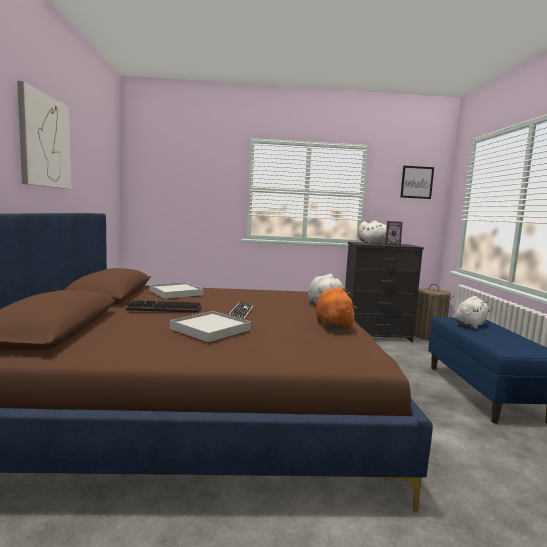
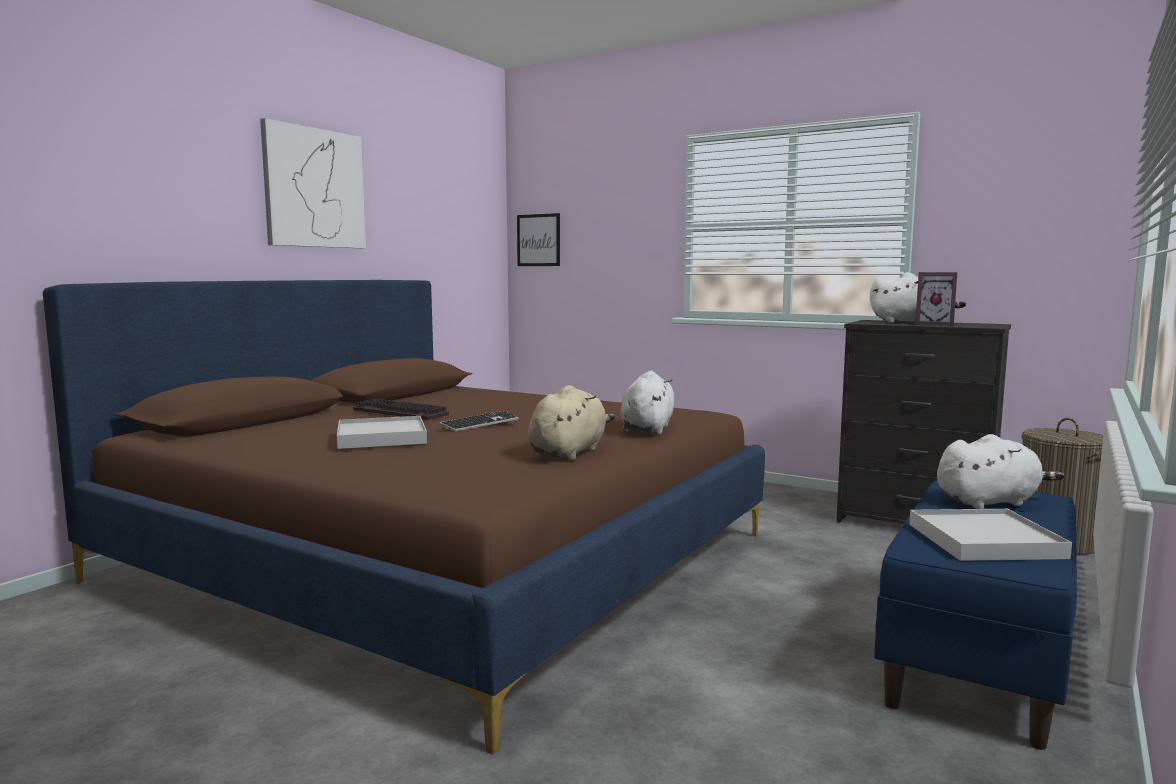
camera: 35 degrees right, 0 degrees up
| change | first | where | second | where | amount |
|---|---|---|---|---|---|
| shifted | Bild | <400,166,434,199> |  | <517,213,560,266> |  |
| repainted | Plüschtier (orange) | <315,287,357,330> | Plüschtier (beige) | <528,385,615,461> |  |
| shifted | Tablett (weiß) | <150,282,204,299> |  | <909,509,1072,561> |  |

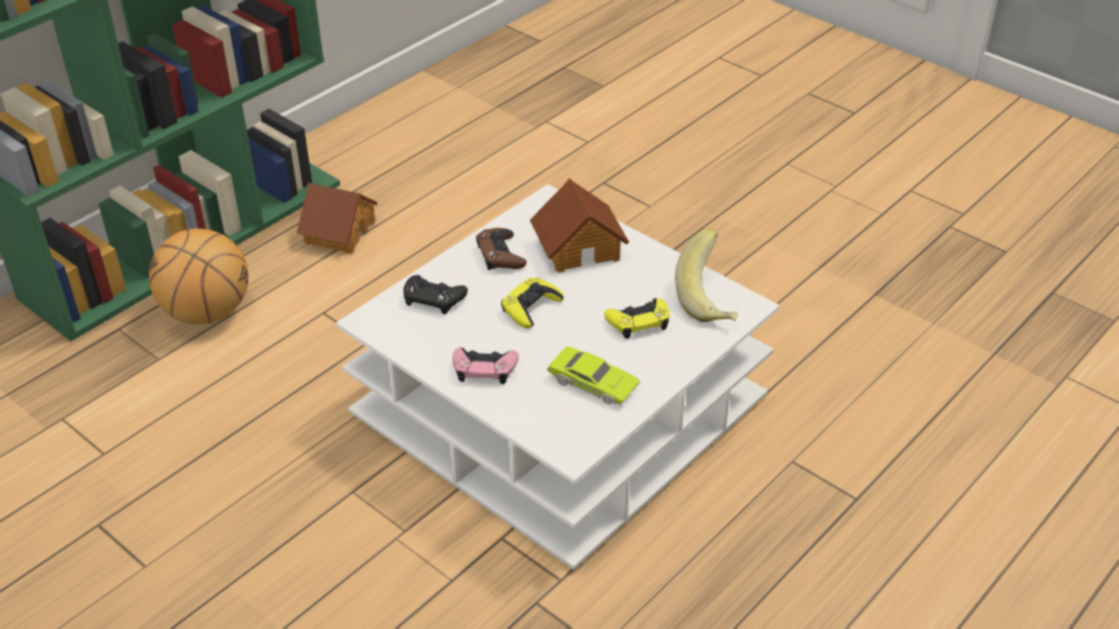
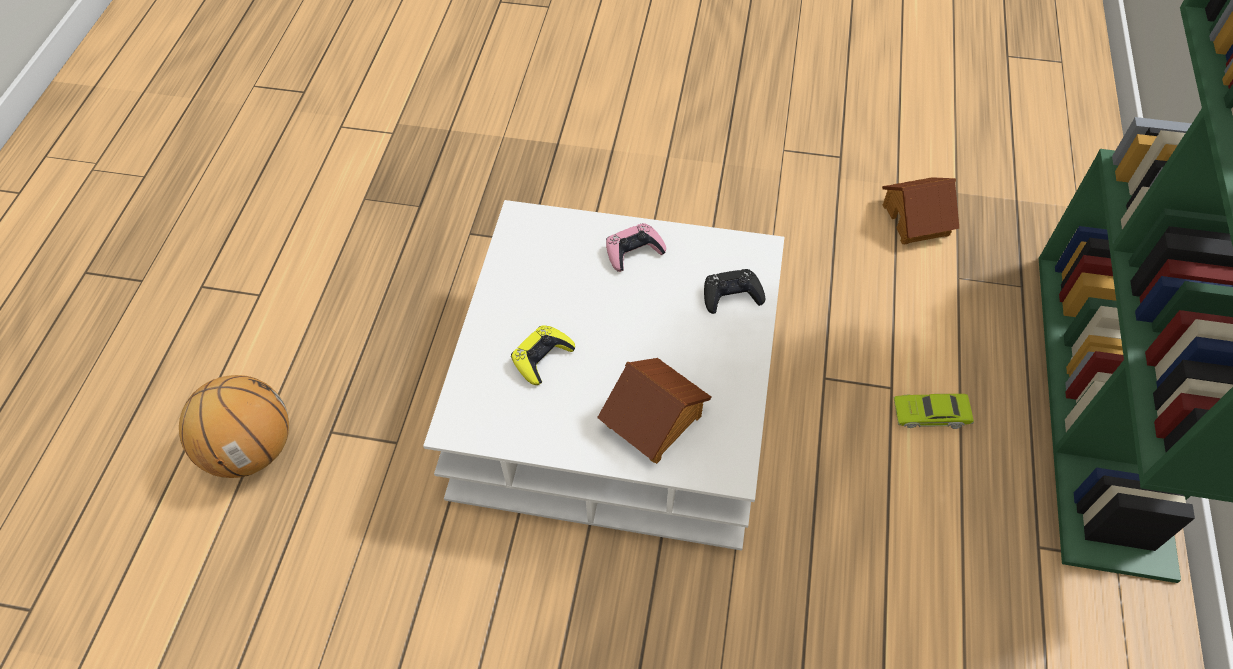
camera: 150 degrees right, 15 degrees up
| change | first | where | second | where | amount |
|---|---|---|---|---|---|
| shifted | Basketball | <149,229,248,325> |  | <179,375,289,478> |  |
| shifted | Spielzeughaus | <297,183,378,254> |  | <882,177,959,244> |  |
| shifted | Spielzeugauto (grün) | <547,346,640,405> |  | <893,394,974,429> |  |
| gone | Gamepad (braun) | <476,228,527,270> |  |  |  |
| gone | Gamepad (gelb) | <501,278,564,329> |  |  |  |
| gone | Banane | <675,229,737,322> |  |  |  |

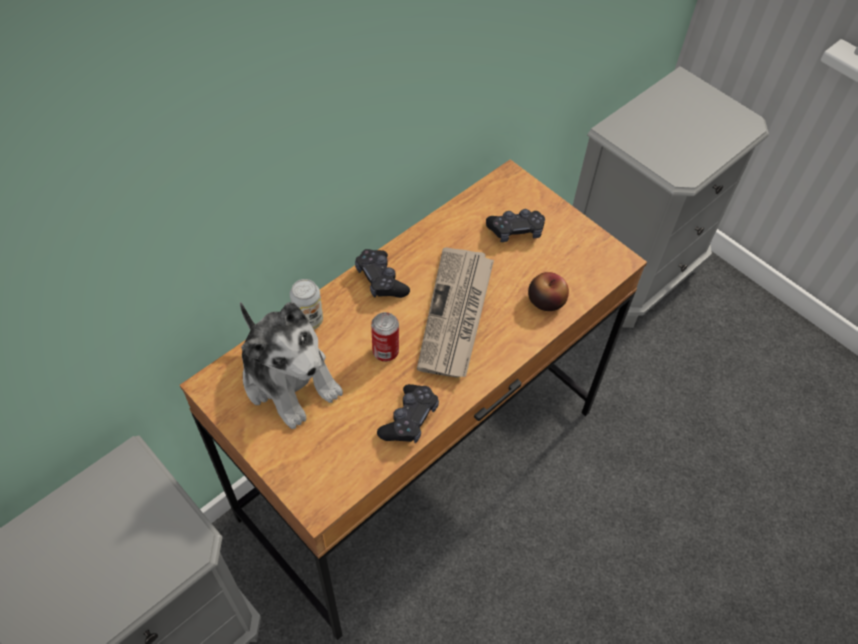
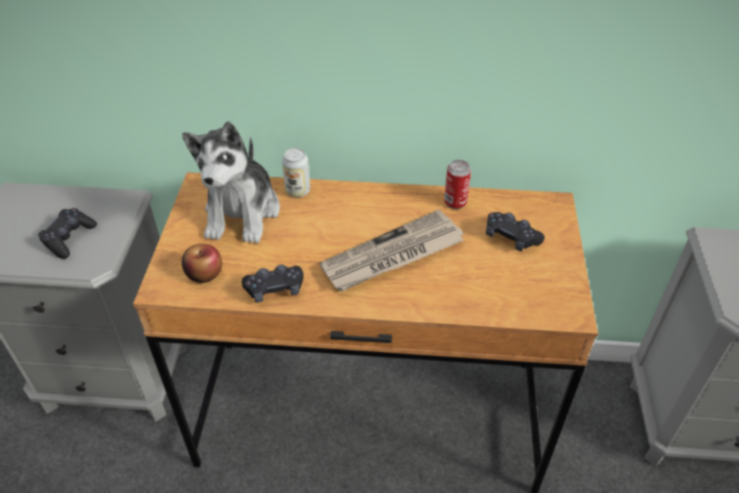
camera: 50 degrees right, 10 degrees down
| change | first | where | second | where | amount |
|---|---|---|---|---|---|
| shifted | Gamepad (schwarz) | <355,249,410,298> |  | <38,208,97,259> |  |
| shifted | Apfel | <528,272,569,311> |  | <182,244,222,283> |  |
| shifted | Dose | <371,312,399,362> |  | <444,160,471,209> |  |

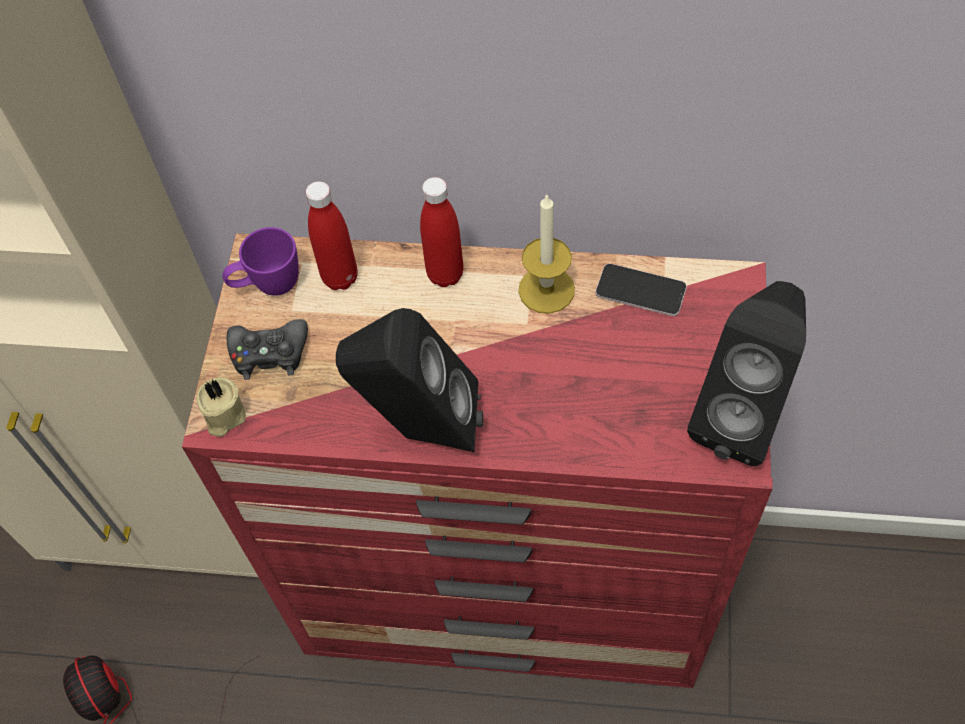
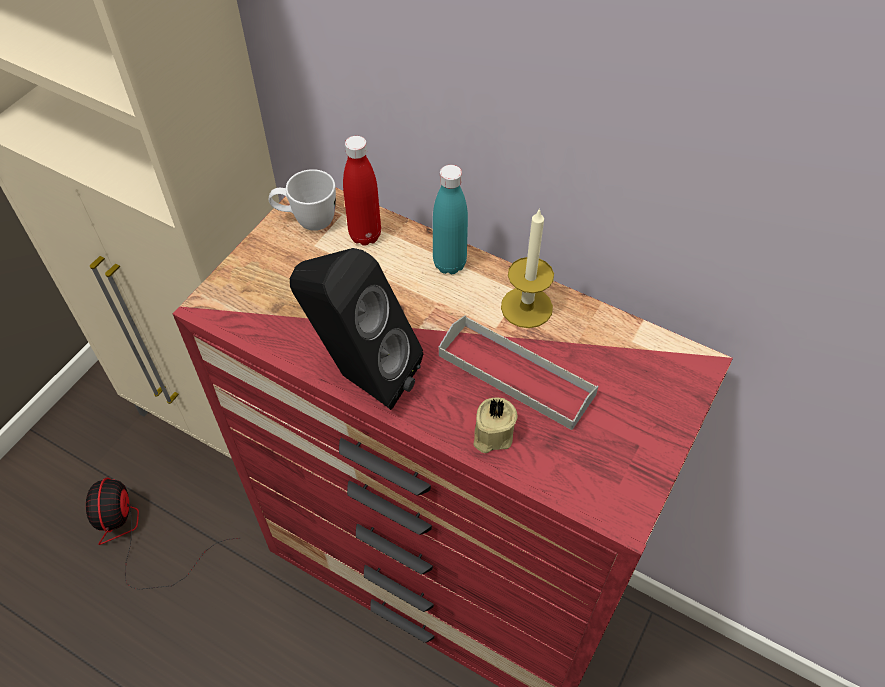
camera: 20 degrees right, 5 degrees down
| change | first | where | second | where | amount |
|---|---|---|---|---|---|
| repainted | Henkelbecher (lila) | <222,227,299,296> | Henkelbecher (weiß) | <269,169,336,231> |  |
| repainted | Flasche (rot) | <420,177,463,287> | Flasche (türkis) | <433,165,468,274> |  |
| new |  |  | Tablett (grau) | <439,315,598,430> |  |
| shifted | Kerze (beige) | <197,377,246,437> |  | <473,398,518,453> |  |
| gone | Gamepad (schwarz) | <227,319,308,380> |  |  |  |
| gone | Handy | <595,263,687,316> |  |  |  |
| gone | Lautsprecher (schwarz) | <687,281,806,466> |  |  |  |

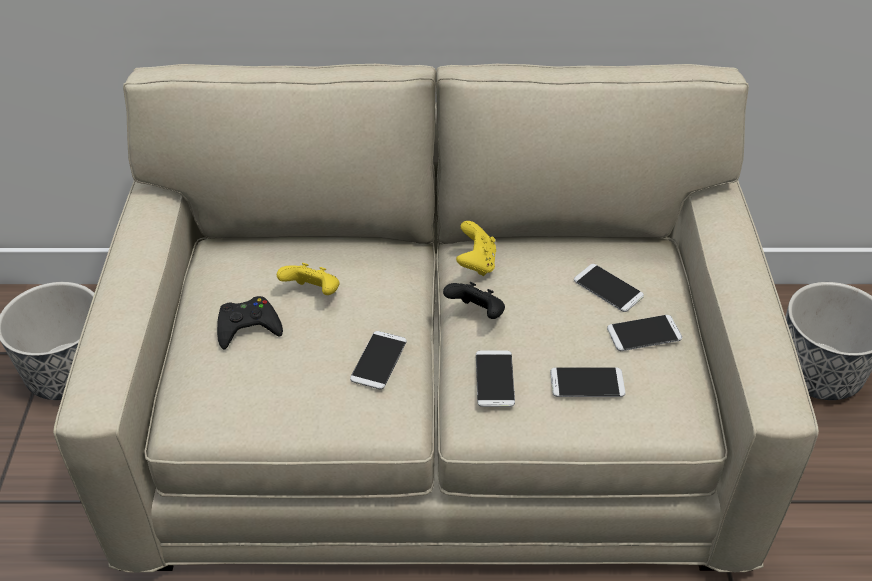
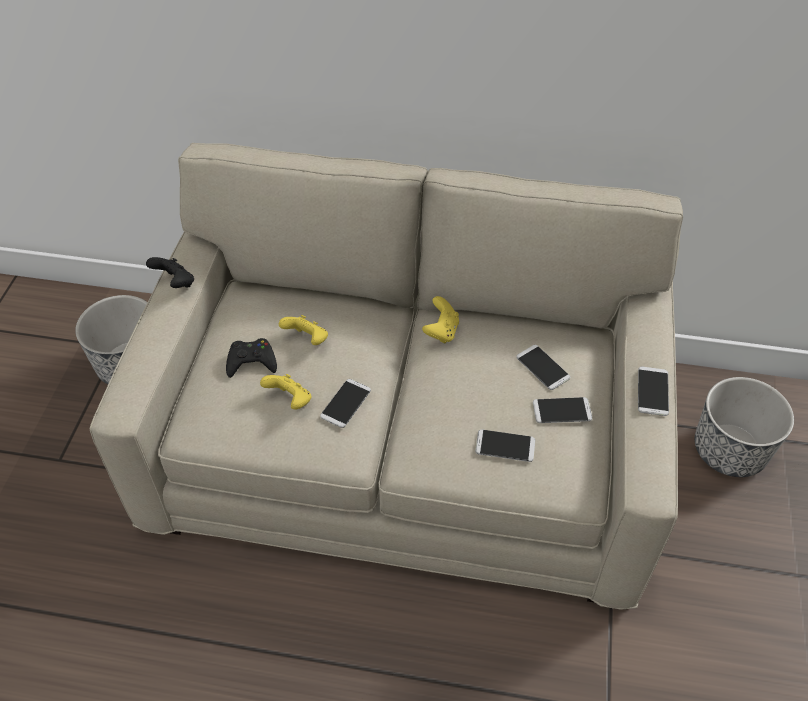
camera: 10 degrees right, 5 degrees up
| change | first | where | second | where | amount |
|---|---|---|---|---|---|
| shifted | Gamepad (schwarz) | <443,282,505,319> |  | <146,257,194,288> |  |
| new |  |  | Gamepad (gelb) | <260,374,311,410> |  |
| shifted | Handy | <476,350,515,407> |  | <638,366,669,416> |  |

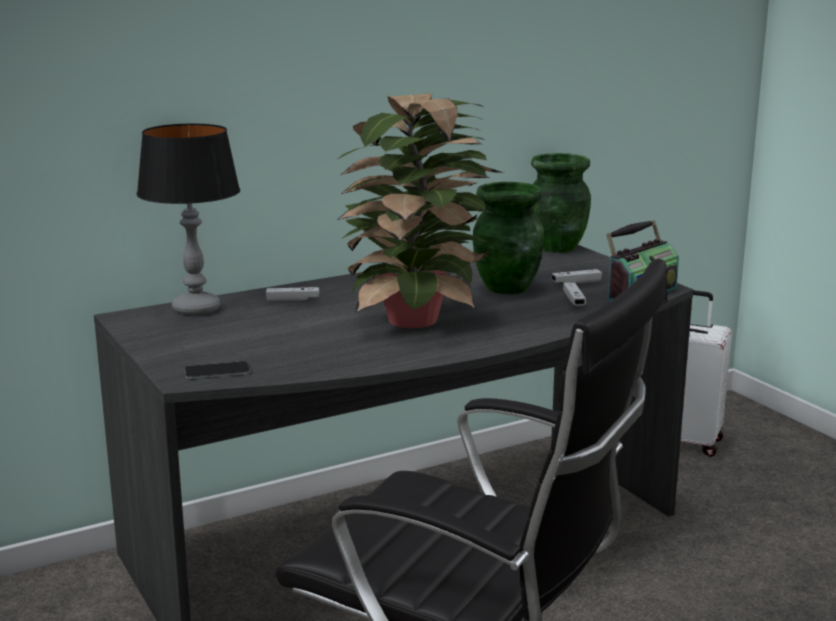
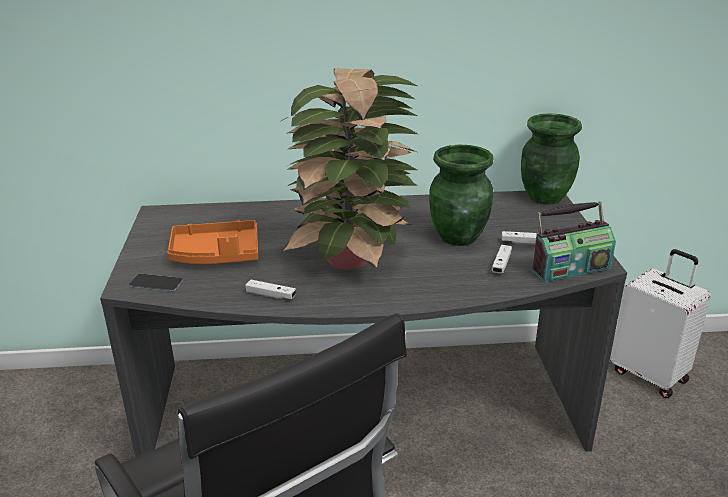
camera: 25 degrees right, 10 degrees up
| change | first | where | second | where | amount |
|---|---|---|---|---|---|
| new |  |  | Tablett (orange) | <167,220,258,264> |  |
| shifted | Gamepad (weiß) | <266,287,319,301> |  | <245,280,296,299> |  |
| gone | Tischlampe | <137,124,240,316> |  |  |  |

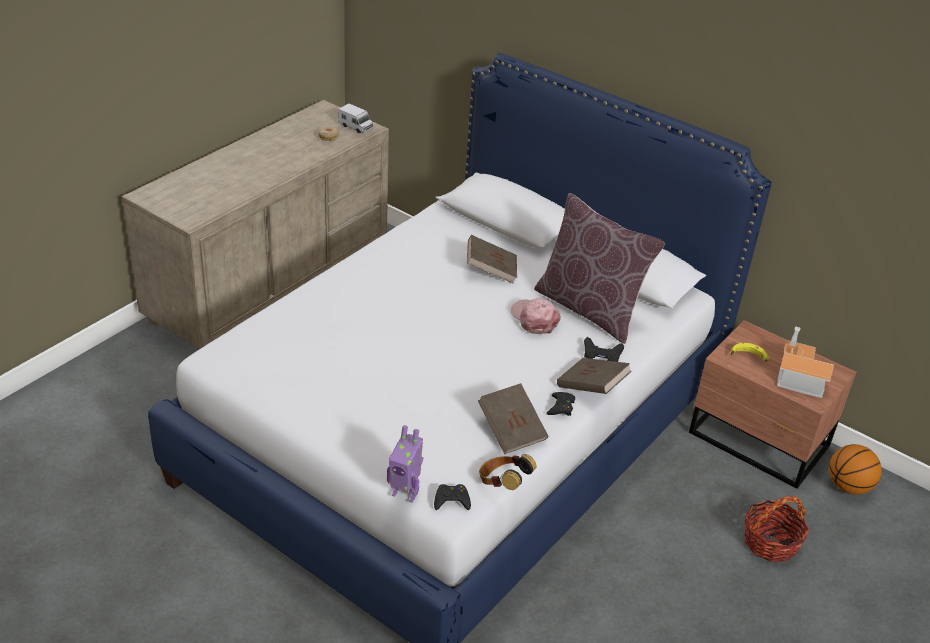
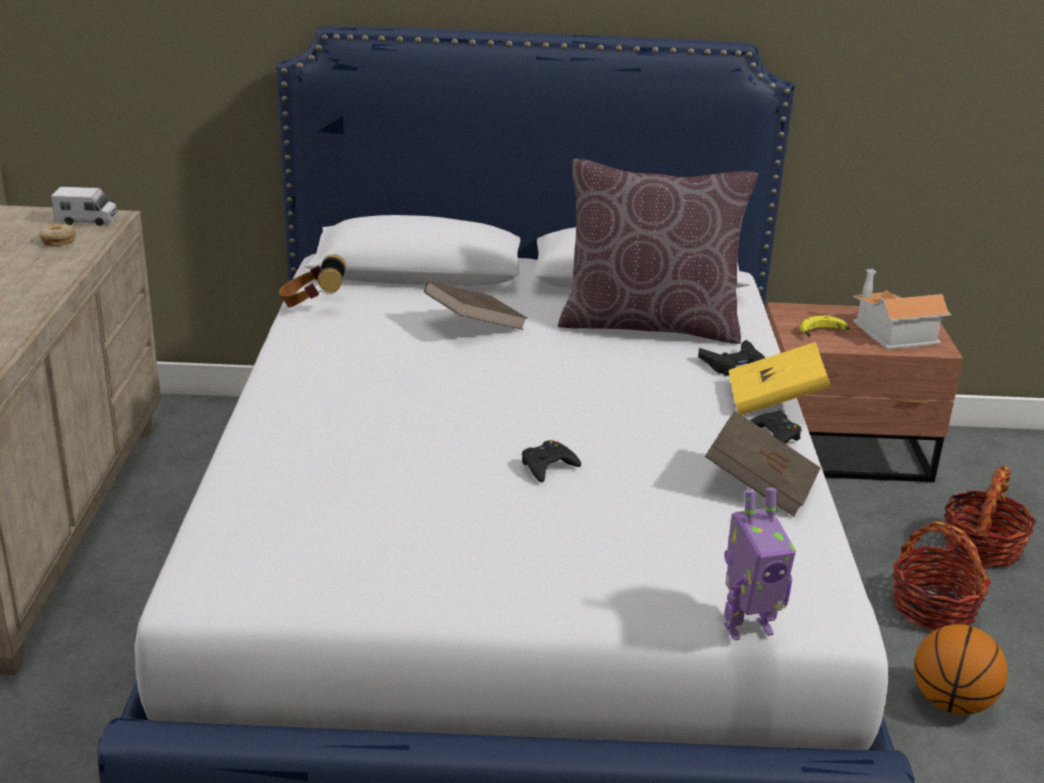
camera: 35 degrees left, 10 degrees down
| change | first | where | second | where | amount |
|---|---|---|---|---|---|
| shifted | Kopfhörer | <479,454,537,490> |  | <279,254,346,308> |  |
| shifted | Gamepad (schwarz) | <434,484,471,510> |  | <522,440,581,482> |  |
| repainted | Buch (braun) | <557,358,632,394> | Buch (gelb) | <728,342,831,415> |  |
| new |  |  | Korb | <892,521,992,631> |  |
| shifted | Basketball | <829,444,882,495> |  | <914,624,1007,715> |  |
| gone | Kappe (rosa) | <511,298,561,334> |  |  |  |

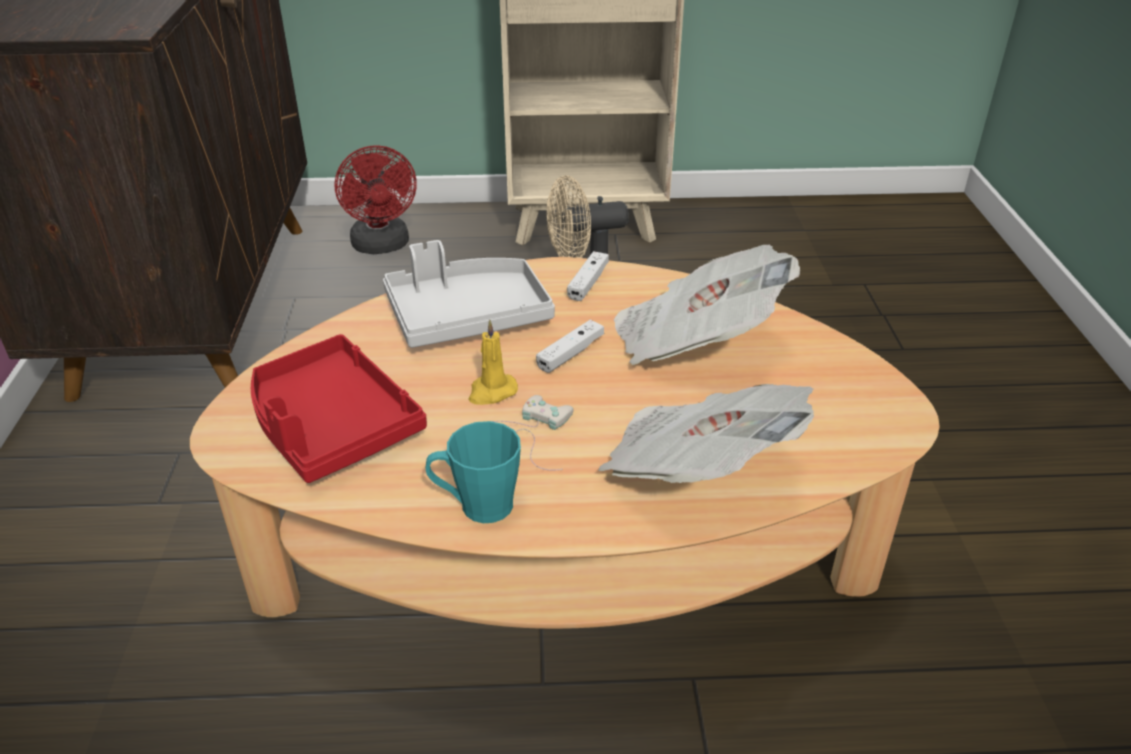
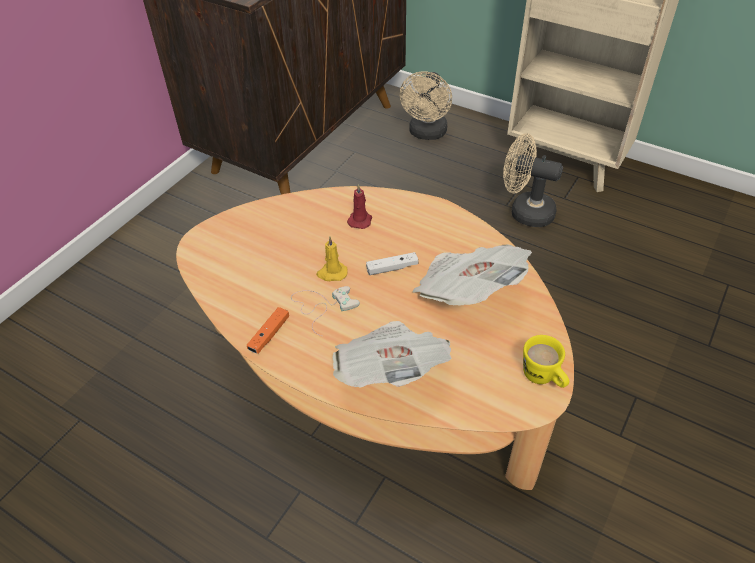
camera: 35 degrees right, 10 degrees up
| change | first | where | second | where | amount |
|---|---|---|---|---|---|
| swapped | Henkelbecher (türkis) | <426,421,521,523> | Gamepad (orange) | <247,307,289,354> |  |
| swapped | Tablett (grau) | <383,240,555,348> | Kerze (rot) | <347,184,372,229> |  |
| repainted | Ventilator (rot) | <334,145,416,254> | Ventilator (beige) | <400,71,452,140> |  |
| new |  |  | Henkelbecher (gelb) | <523,335,569,388> |  |
| gone | Tablett (rot) | <251,334,427,483> |  |  |  |
| gone | Gamepad (weiß) | <567,251,609,301> |  |  |  |

